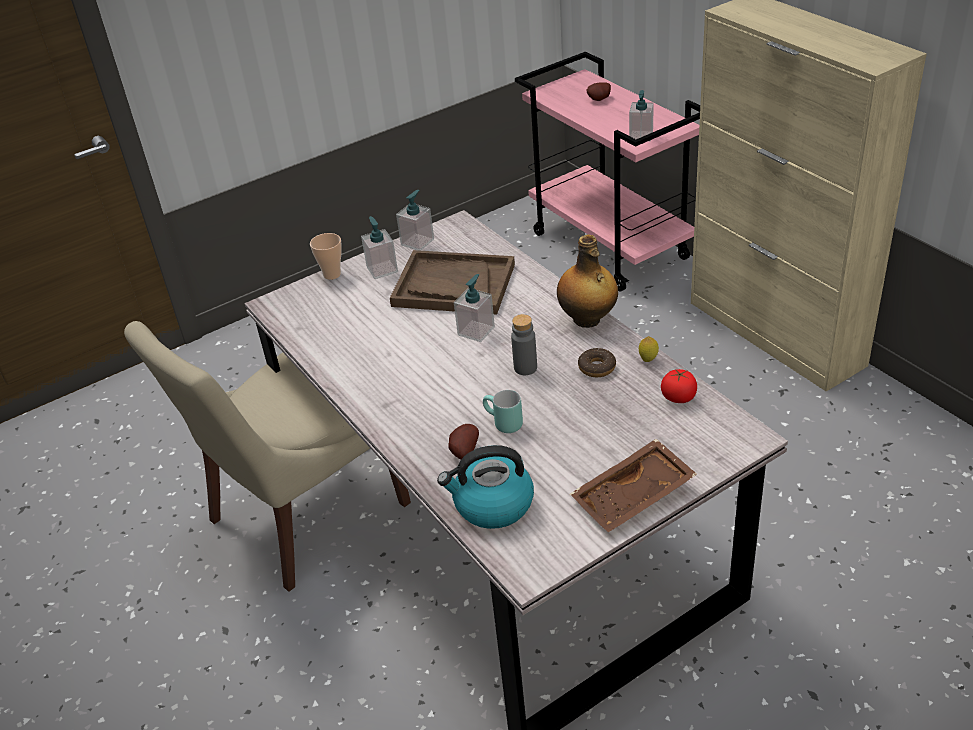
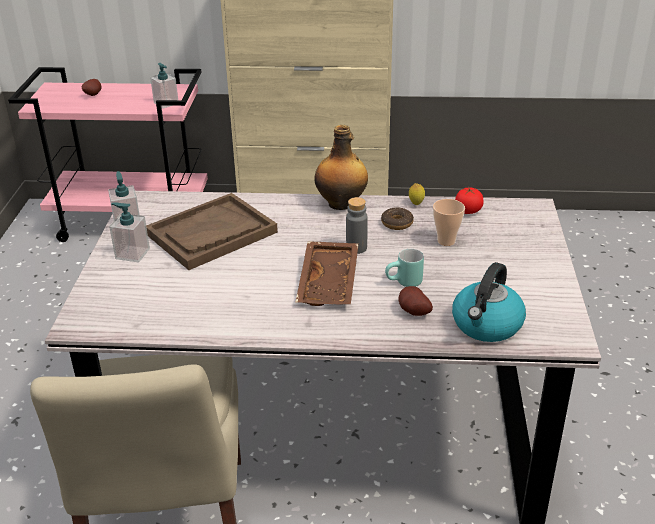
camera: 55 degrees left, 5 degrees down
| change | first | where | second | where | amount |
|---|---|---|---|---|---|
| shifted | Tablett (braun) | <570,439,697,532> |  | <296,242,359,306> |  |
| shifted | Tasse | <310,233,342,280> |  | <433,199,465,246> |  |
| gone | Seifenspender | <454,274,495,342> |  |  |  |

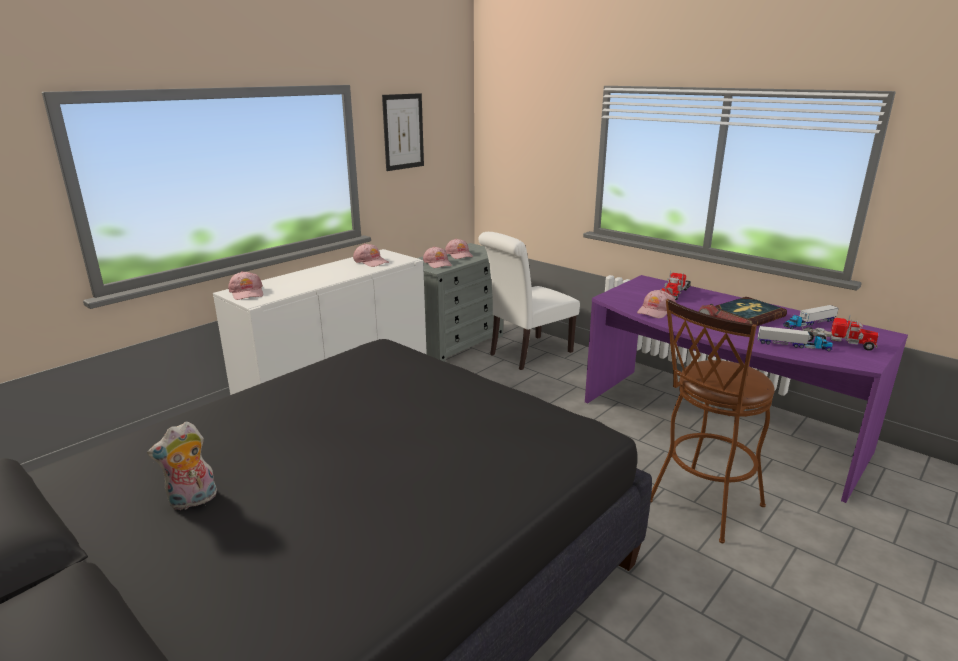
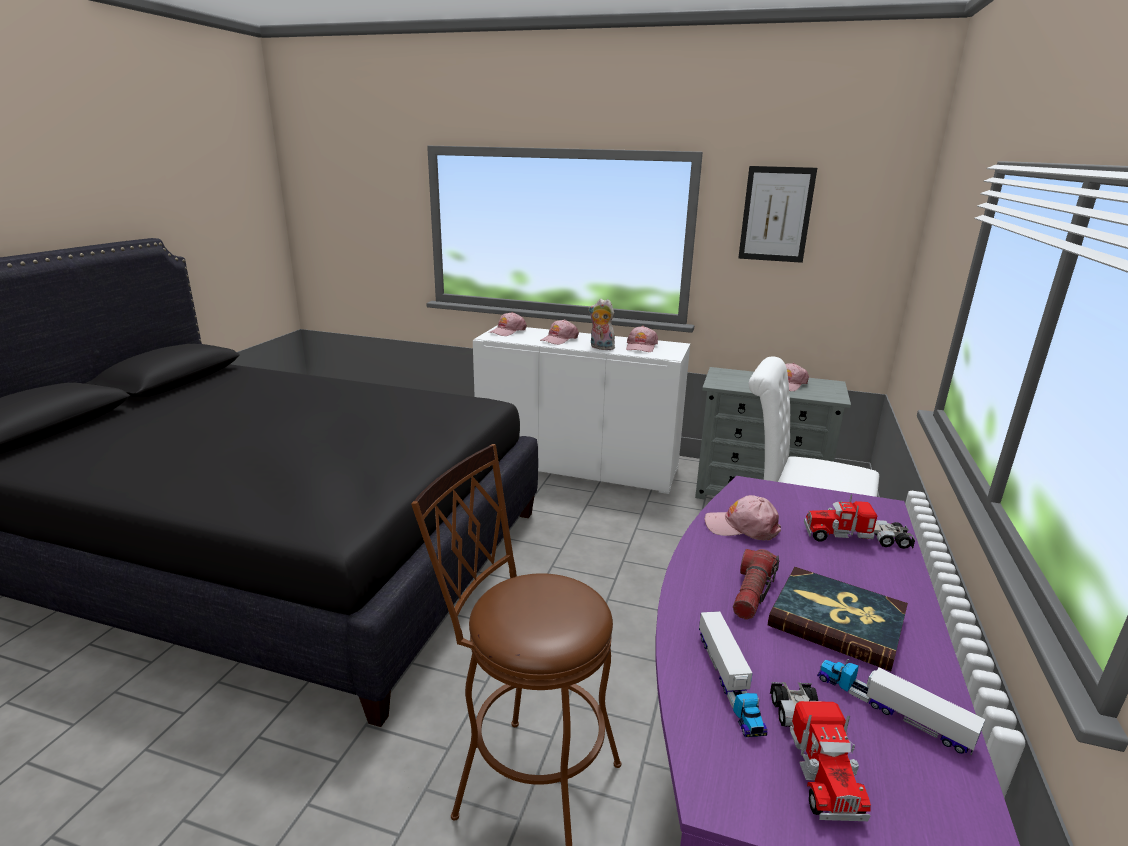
camera: 65 degrees right, 0 degrees up
| change | first | where | second | where | amount |
|---|---|---|---|---|---|
| shifted | Kappe (rosa) | <423,246,452,268> |  | <540,319,579,345> |  |
| shifted | Plüschtier | <147,422,217,510> |  | <588,299,615,350> |  |

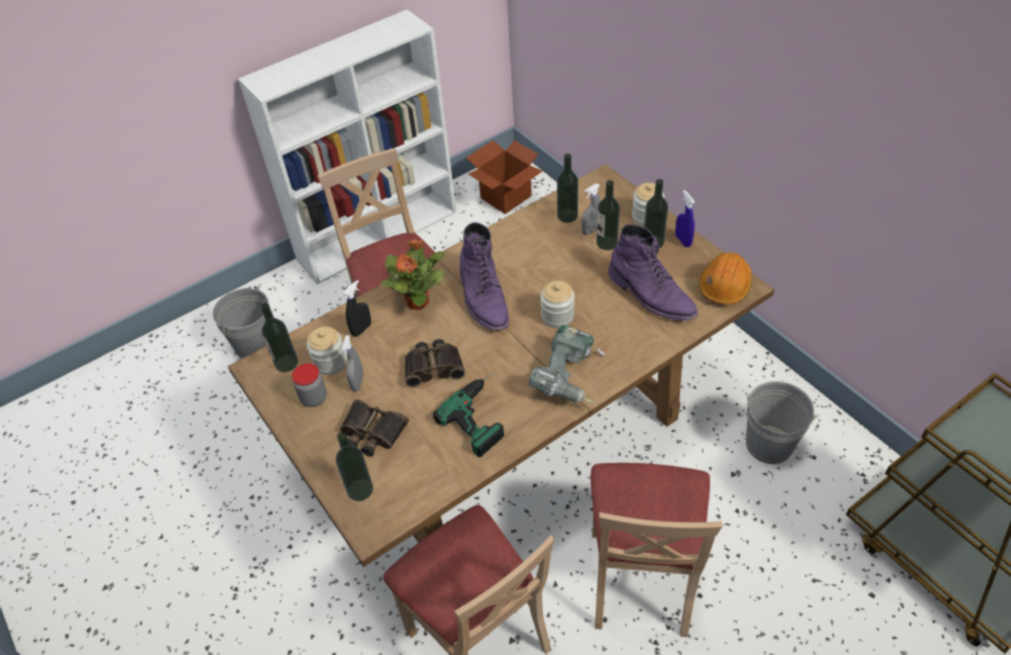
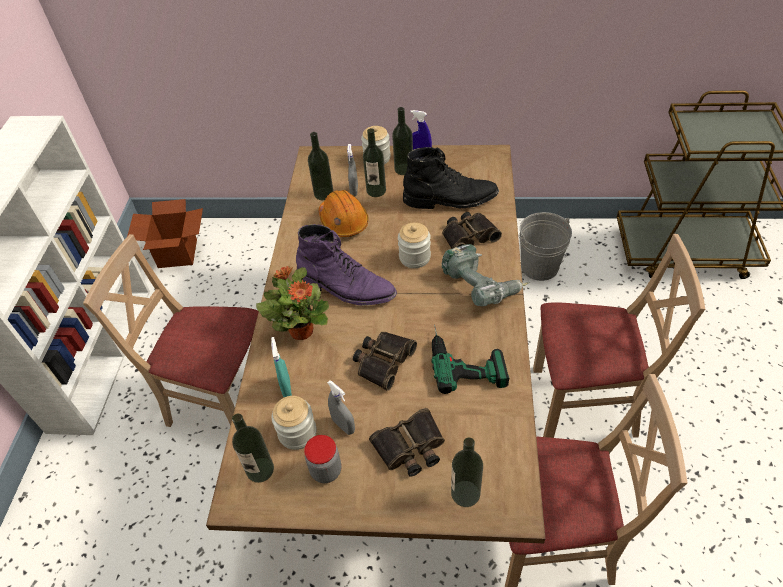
camera: 50 degrees left, 0 degrees up
| change | first | where | second | where | amount |
|---|---|---|---|---|---|
| repainted | Sprühflasche (schwarz) | <343,280,371,337> | Sprühflasche (türkis) | <271,337,292,397> |  |
| shifted | Schutzhelm (orange) | <699,252,752,305> |  | <319,190,369,237> |  |
| repainted | Stiefel (lila) | <608,224,698,321> | Stiefel (schwarz) | <403,147,499,209> |  |
| new |  |  | Fernglas | <442,212,502,249> |  |
| rotated | Stuhl (beige) | <591,463,722,637> |  | <533,234,705,438> | 45 degrees counterclockwise |
| gone | Eimer (grau) | <212,286,270,359> |  |  |  |

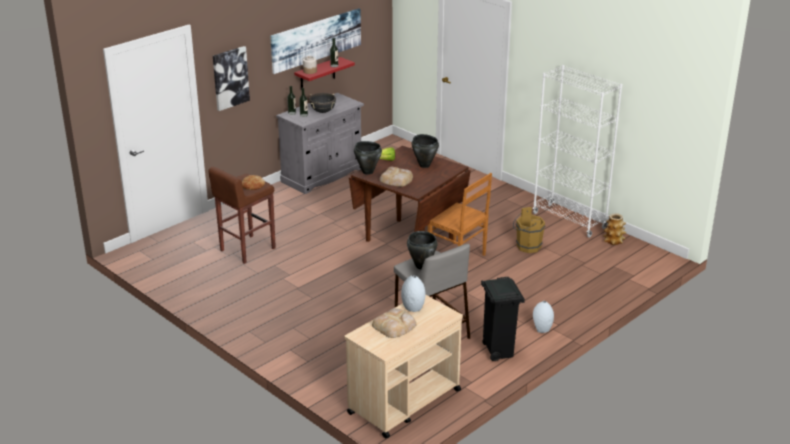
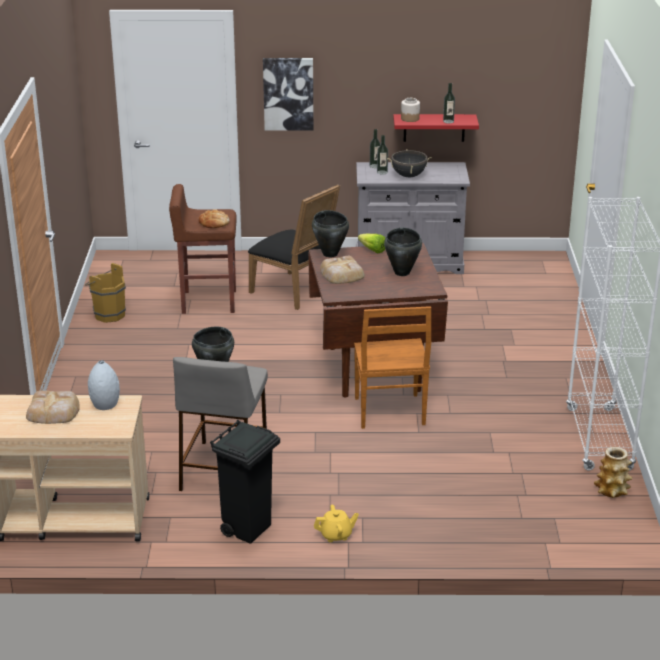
camera: 45 degrees right, 0 degrees up
| change | first | where | second | where | amount |
|---|---|---|---|---|---|
| shifted | Eimer (braun) | <513,207,545,253> |  | <85,263,126,323> |  |
| new |  |  | Stuhl (schwarz) | <248,185,340,310> |  |
| swapped | Vase (grau) | <533,301,554,333> | Teekanne (gelb) | <314,505,359,542> |  |
| gone | Bild | <270,8,361,74> |  |  |  |

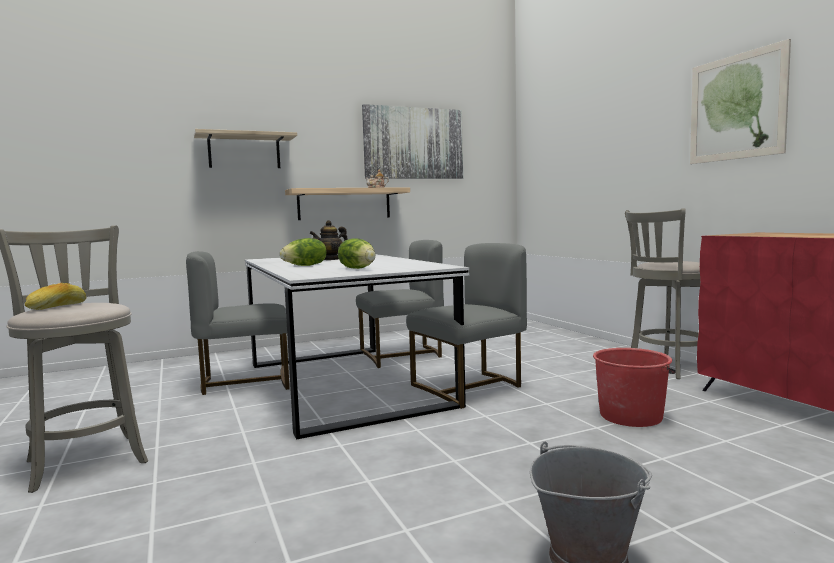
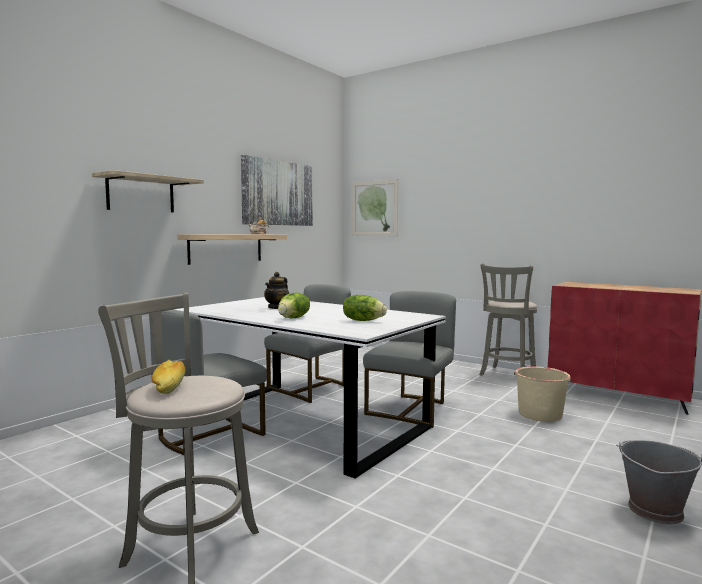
camera: 30 degrees left, 0 degrees up
| change | first | where | second | where | amount |
|---|---|---|---|---|---|
| shifted | Bild | <690,39,791,164> |  | <352,179,398,236> |  |
| repainted | Eimer (rot) | <593,348,676,427> | Eimer (beige) | <514,366,572,422> |  |

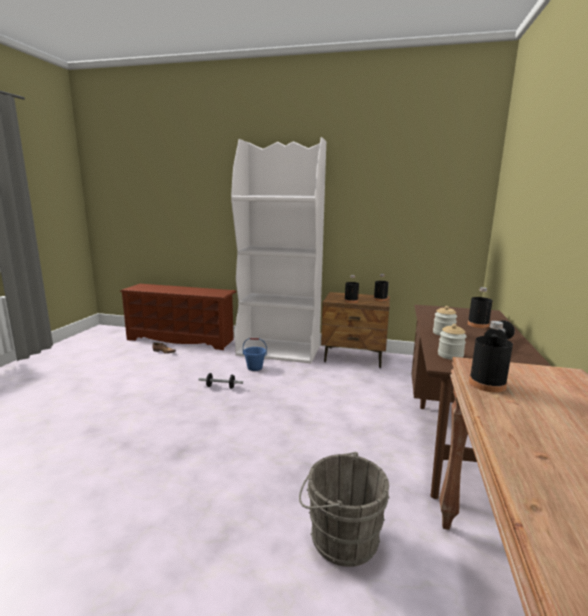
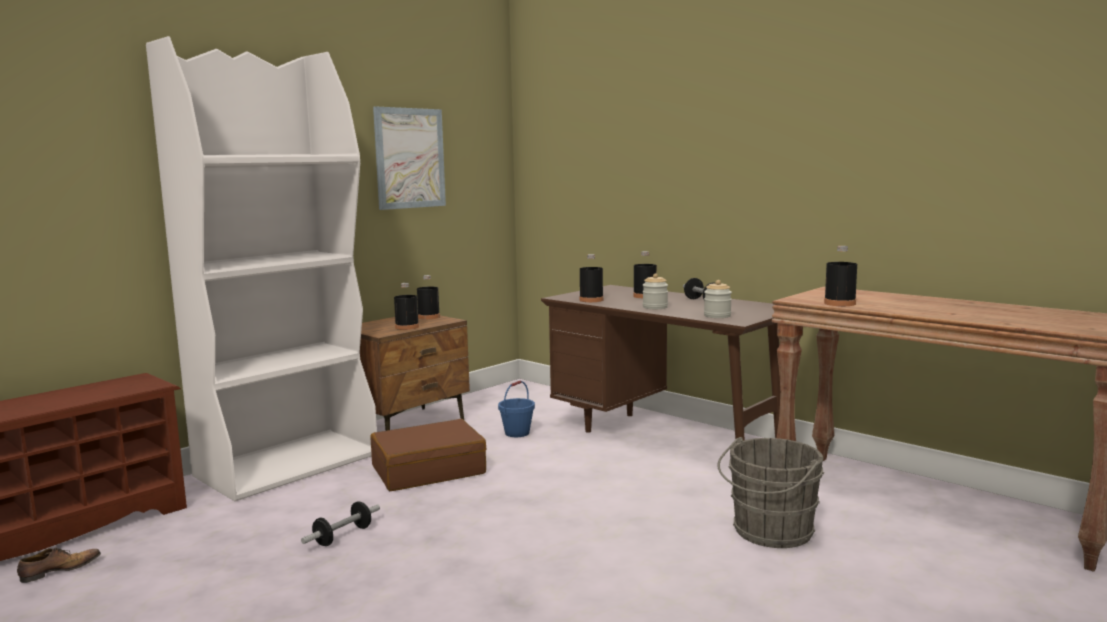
camera: 60 degrees left, 5 degrees down
| change | first | where | second | where | amount |
|---|---|---|---|---|---|
| new |  |  | Koffer (braun) | <370,419,486,491> |  |
| new |  |  | Bild | <373,106,446,210> |  |
| shifted | Eimer (blau) | <243,338,267,371> |  | <498,380,535,437> |  |
| new |  |  | Flasche (schwarz) | <580,254,603,302> |  |

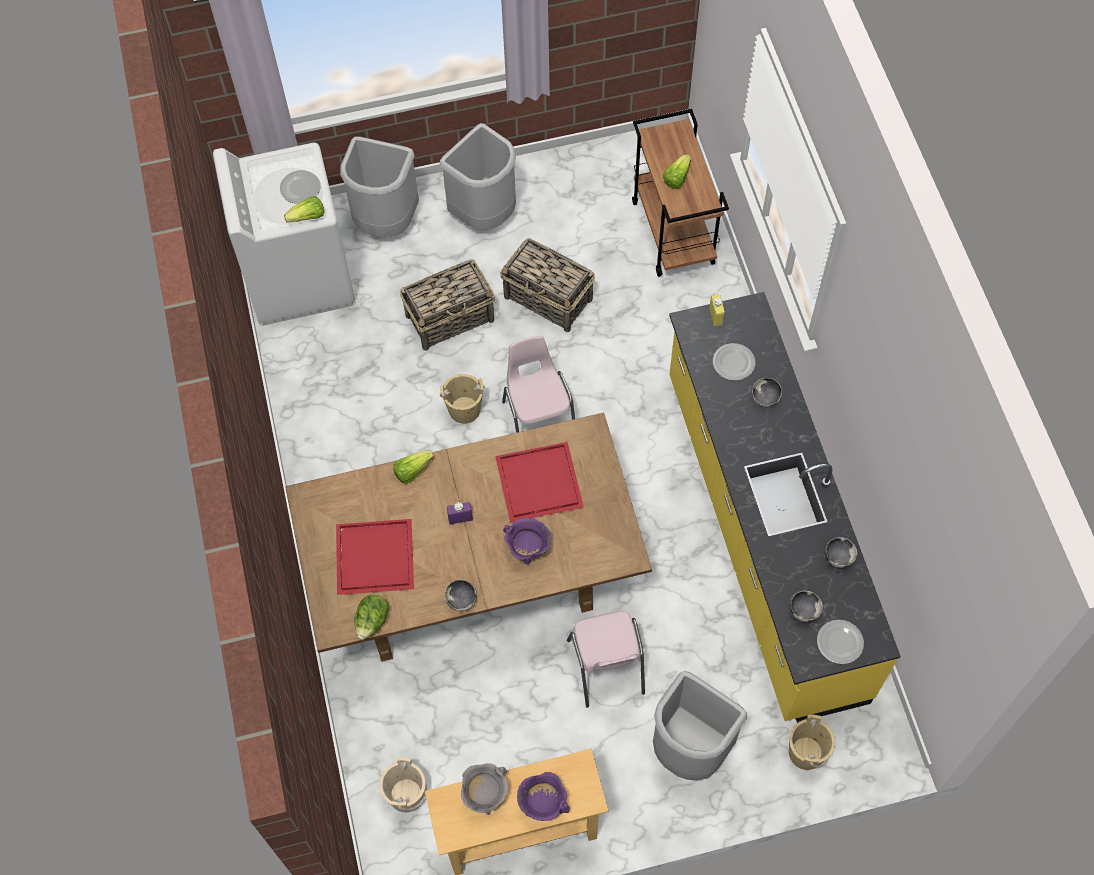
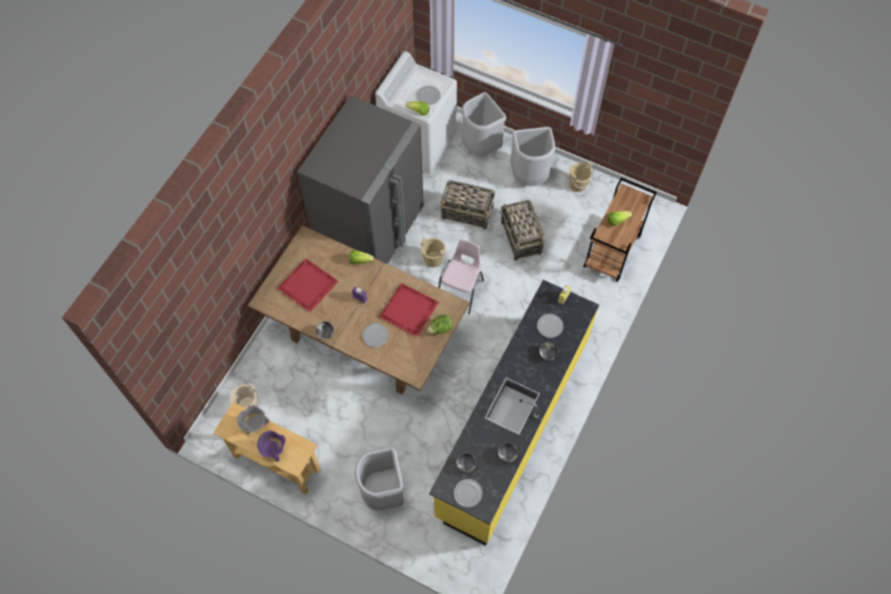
camera: 40 degrees right, 0 degrees up
| change | first | where | second | where | amount |
|---|---|---|---|---|---|
| new |  |  | Kühlschrank (grau) | <297,96,423,264> |  |
| swapped | Kochtopf (lila) | <503,518,551,564> | Teller | <362,323,388,347> |  |
| shifted | Salatkopf | <354,594,389,640> |  | <427,315,453,334> |  |
| shifted | Eimer (beige) | <789,715,835,770> |  | <569,161,592,192> |  |
| gone | Stuhl (rosa) | <567,611,645,708> |  |  |  |

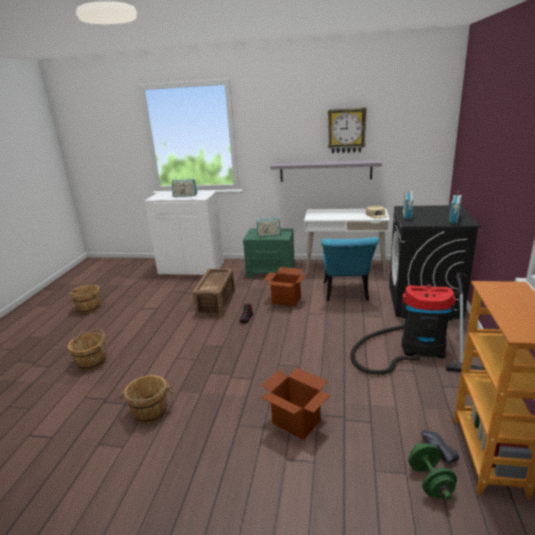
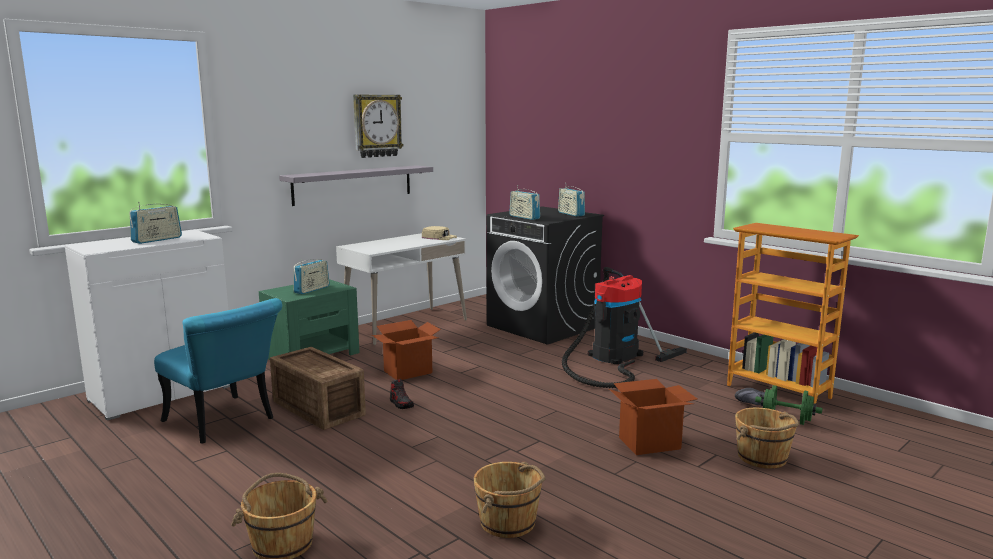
camera: 55 degrees left, 10 degrees down
| change | first | where | second | where | amount |
|---|---|---|---|---|---|
| shifted | Stuhl (türkis) | <321,237,379,301> |  | <154,298,282,443> |  |
| shifted | Eimer (braun) | <69,285,100,313> |  | <735,408,799,469> |  |

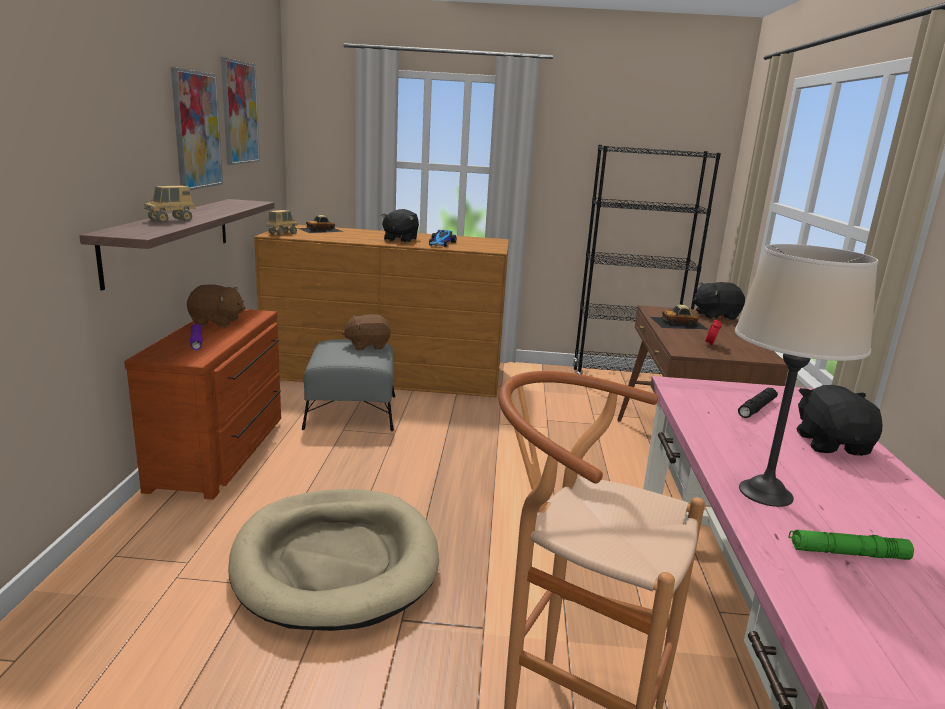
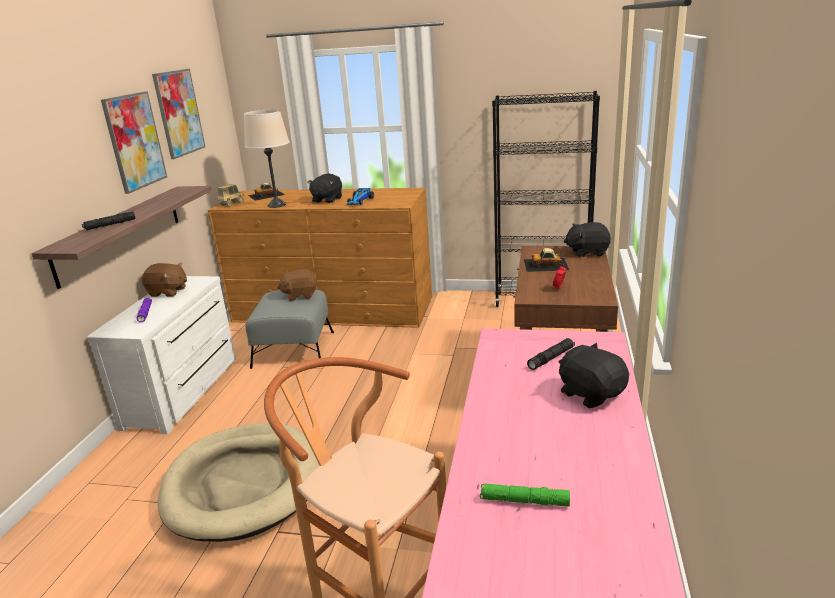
camera: 10 degrees right, 5 degrees up
| change | first | where | second | where | amount |
|---|---|---|---|---|---|
| swapped | Spielzeuglaster | <144,186,195,223> | Taschenlampe (schwarz) | <82,211,135,230> |  |
| repainted | Kommode (braun) | <124,309,281,500> | Kommode (weiß) | <87,276,236,434> |  |
| shifted | Tischlampe (beige) | <735,244,878,507> |  | <244,109,289,208> |  |
| rotated | Plüschtier (schwarz) | <797,385,882,456> |  | <558,343,629,408> | 45 degrees counterclockwise |

